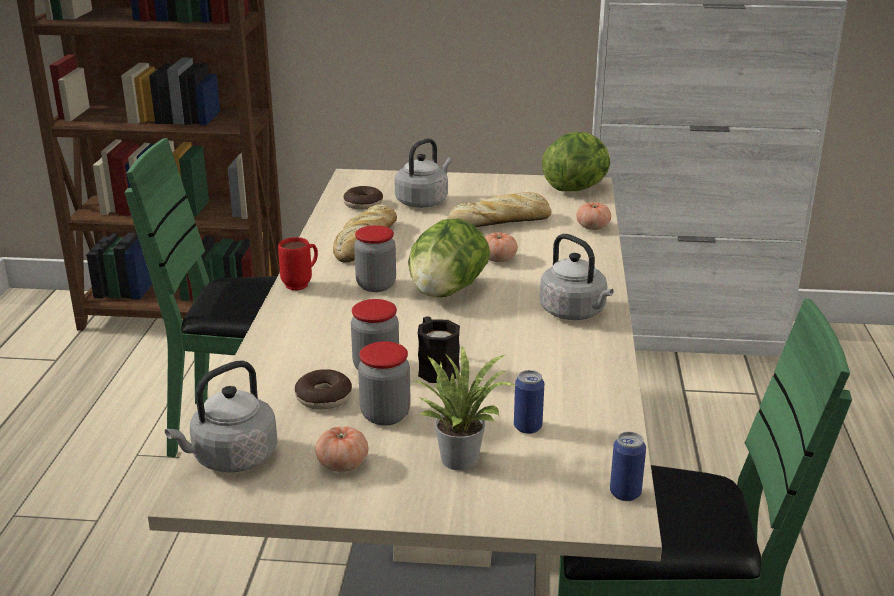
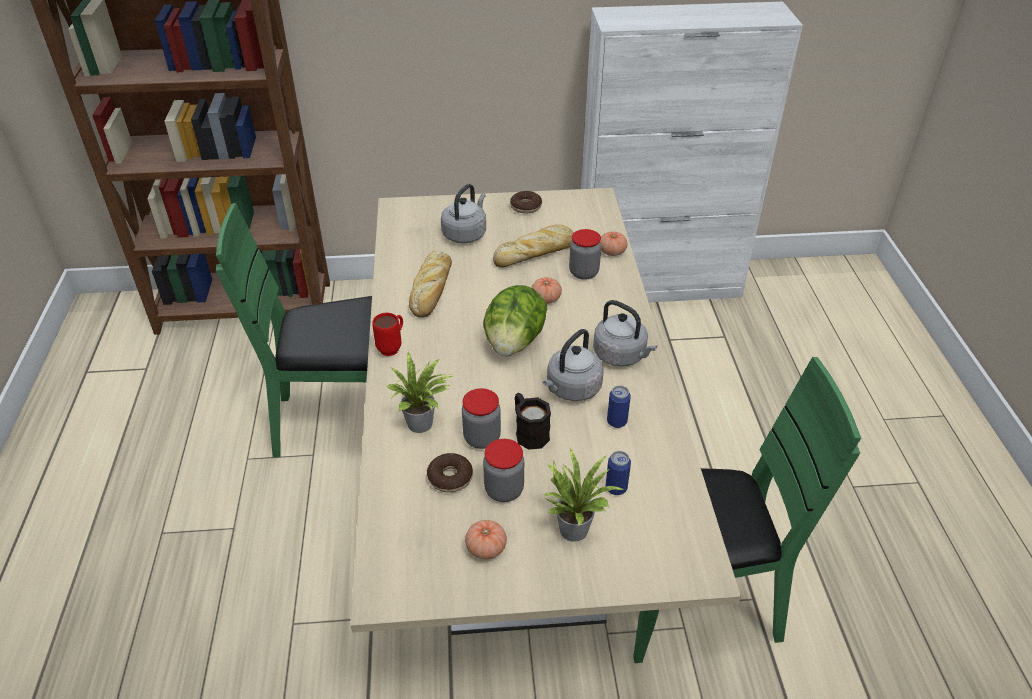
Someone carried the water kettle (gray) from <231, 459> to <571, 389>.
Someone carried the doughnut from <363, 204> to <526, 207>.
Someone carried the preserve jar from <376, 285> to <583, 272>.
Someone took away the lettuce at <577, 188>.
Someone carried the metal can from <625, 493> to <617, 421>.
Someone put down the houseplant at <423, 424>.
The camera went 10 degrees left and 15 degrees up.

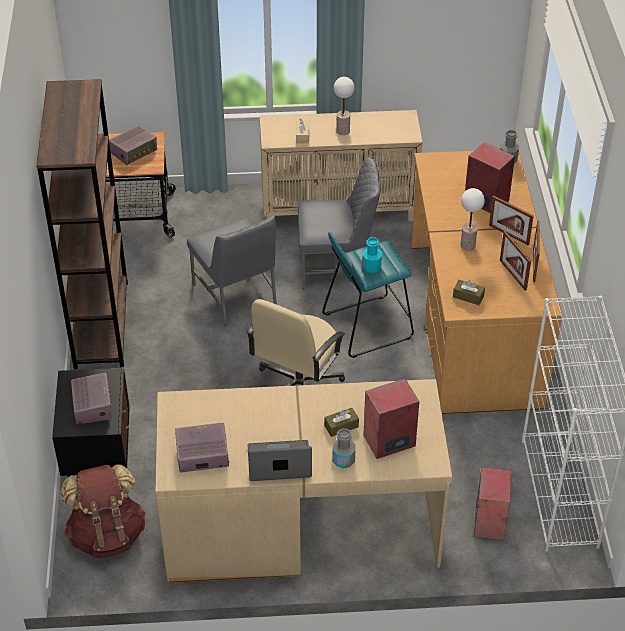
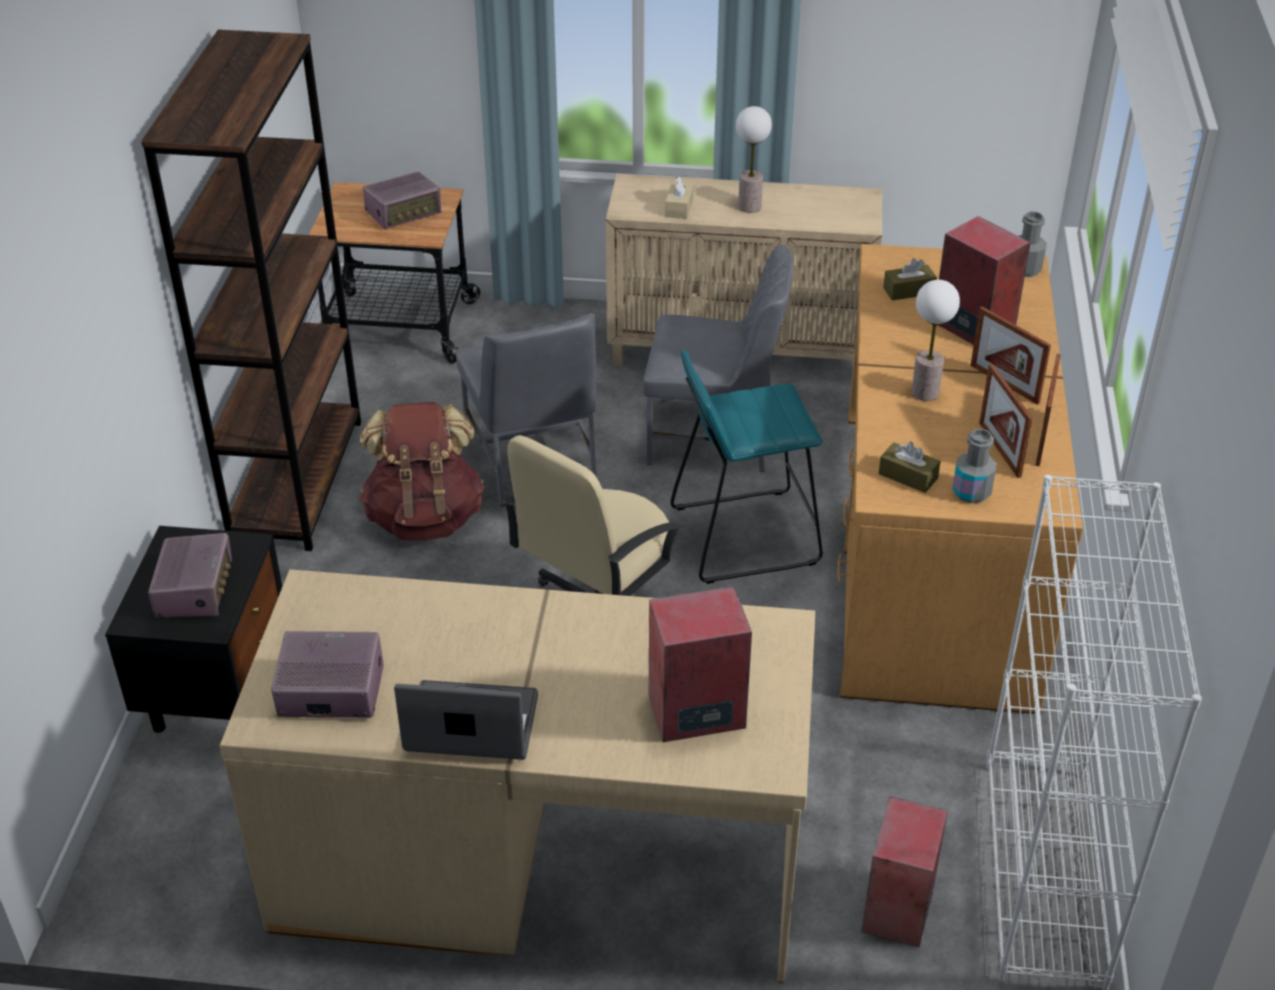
Someone carried the knapsack (brownish) from <107, 534> to <425, 517>.
Someone carried the box of tissues (brownish) from <341, 426> to <908, 291>.
Someone carried the beverage bottle (gray) from <343, 460> to <971, 492>.
Someone took away the beverage bottle (turquoise) at <371, 267>.
The camera went 10 degrees right and 5 degrees down.

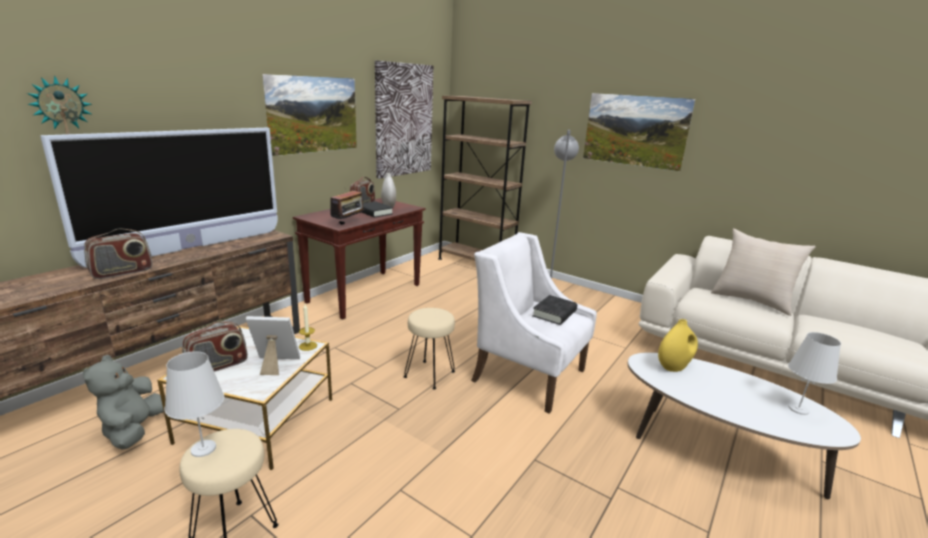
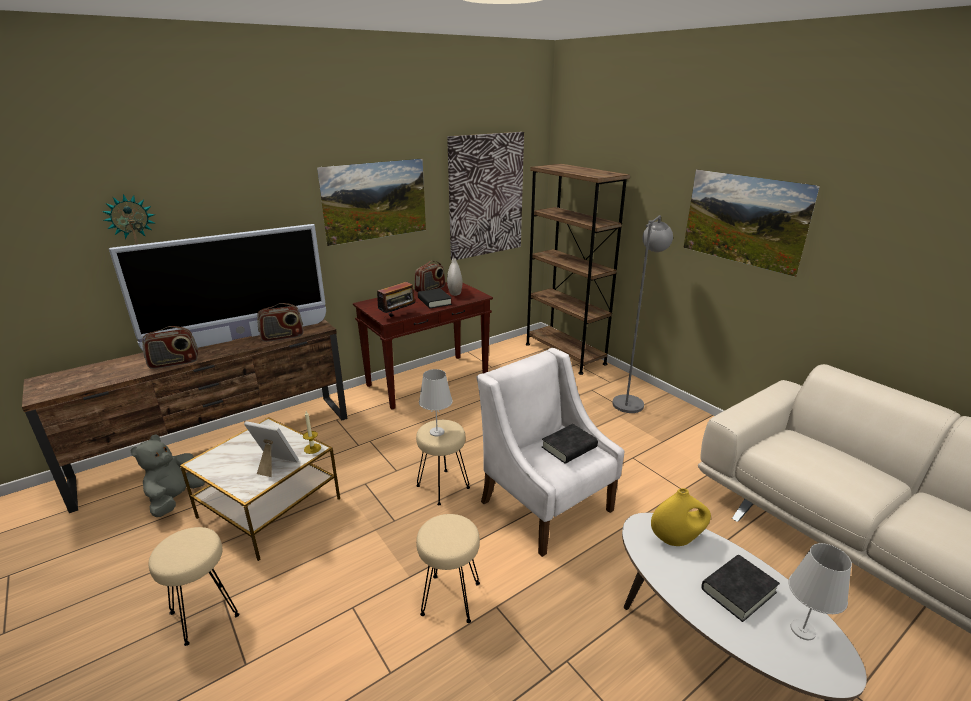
Someone carried the table lamp (white) from <203, 449> to <437, 432>.
Someone carried the radio receiver from <217, 366> to <282, 337>.
Someone took away the throw pillow (beige) at <751, 301>.
Someone put down the stool seat (beige) at <450, 598>.
Someone put down the volume (blackish) at <738, 591>.
The camera went 20 degrees right and 5 degrees up.

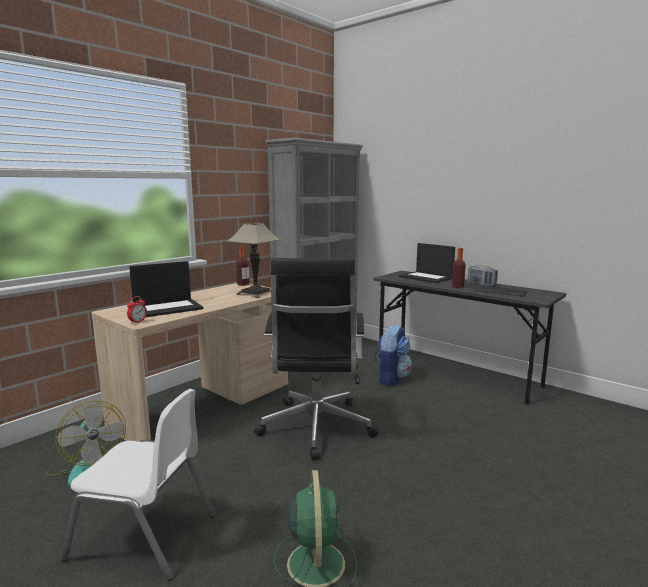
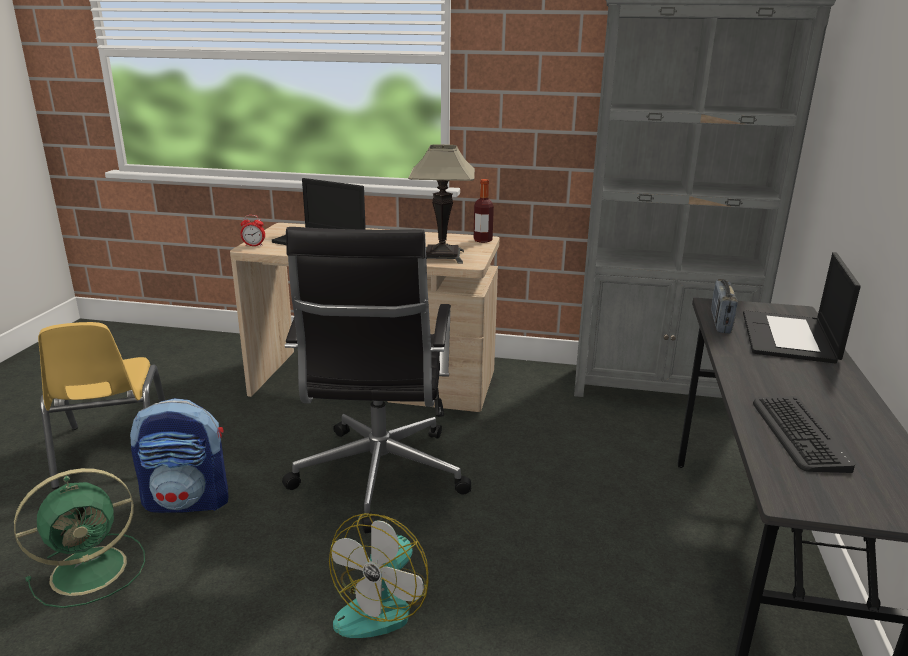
Someone carried the cooling fan from <86, 466> to <383, 604>.
Someone repainted the chair (white) at <144, 536>, which became the chair (yellow-coloured) at <113, 451>.
Someone rotated the computer chair (blackish) at <316, 429> by 60 degrees counterclockwise.
Someone carried the knapsack from <391, 378> to <189, 501>.
Someone took away the beverage bottle at <457, 287>.
Someone carried the radio receiver from <481, 284> to <720, 322>.
The camera went 60 degrees right and 10 degrees up.

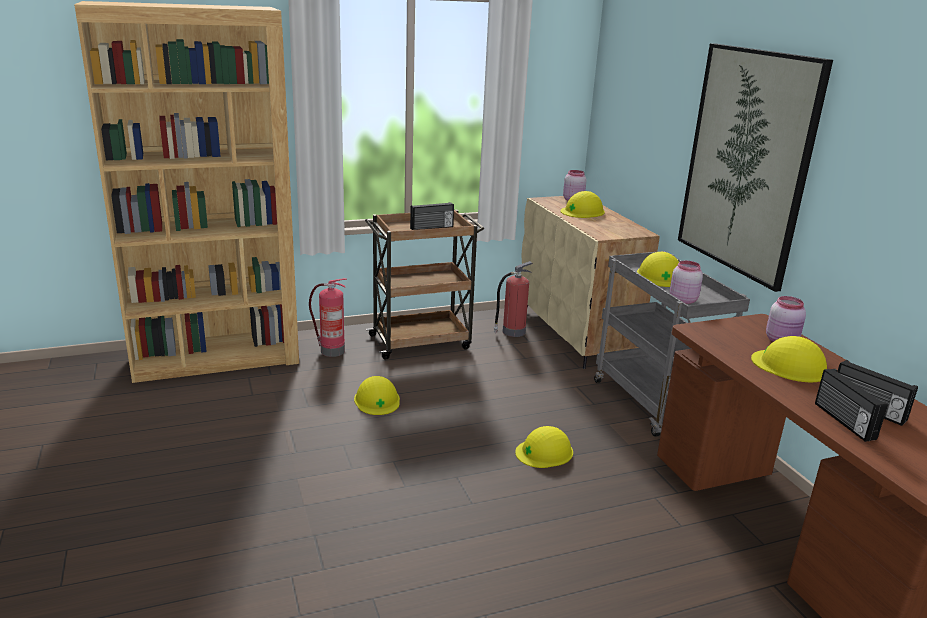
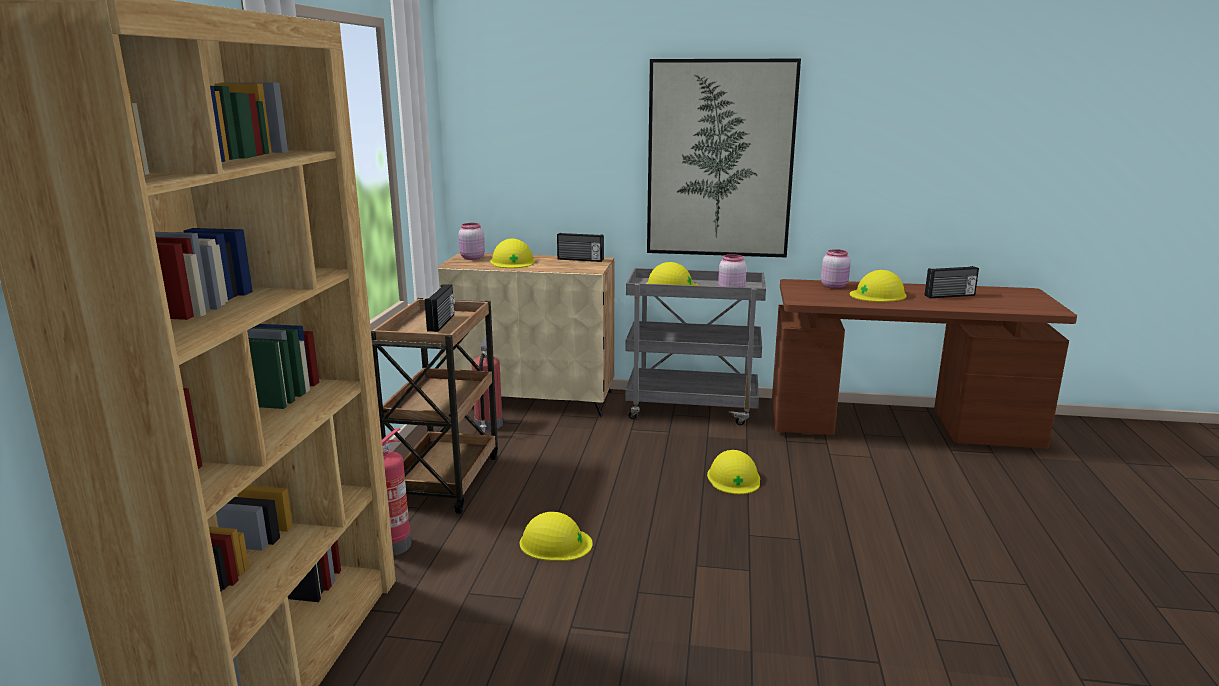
Someone carried the radio receiver from <843, 421> to <580, 260>.
The camera went 60 degrees left and 5 degrees down.

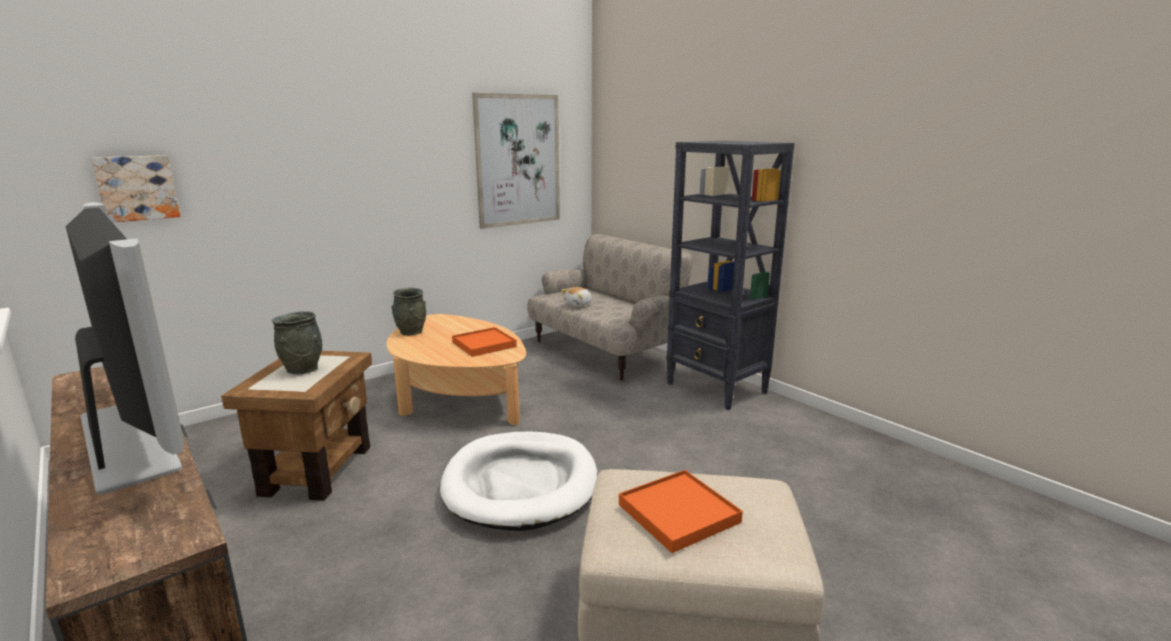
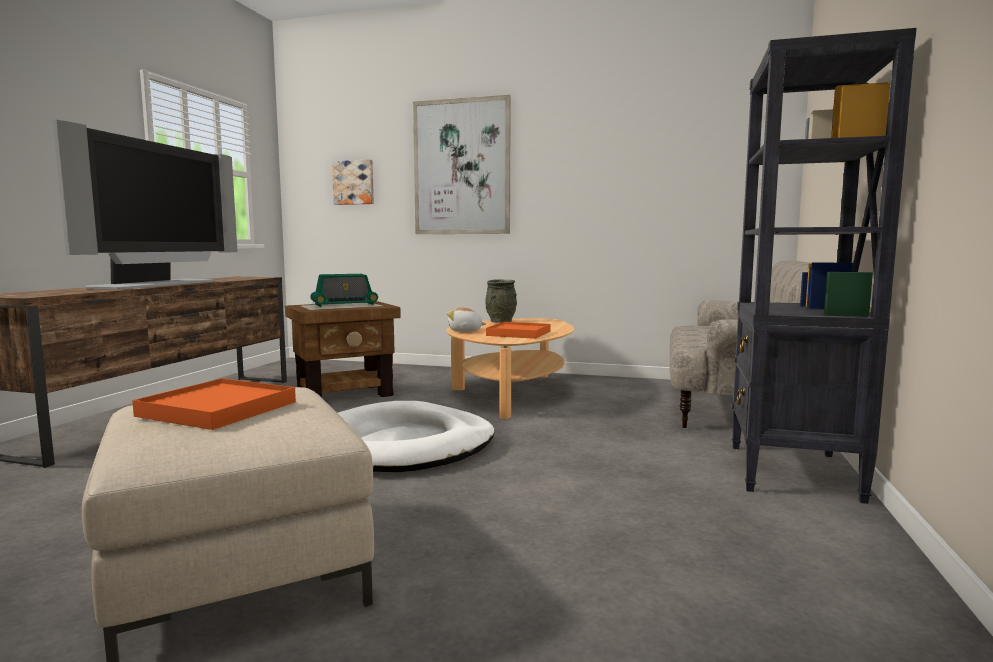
Someone swapped the decorative vase (gray) at <303, 369> for the radio receiver at <344, 304>.
Someone carried the picture from <518, 160> to <462, 167>.
Someone carried the cuddly toy from <579, 304> to <465, 331>.
The camera went 55 degrees right and 10 degrees down.

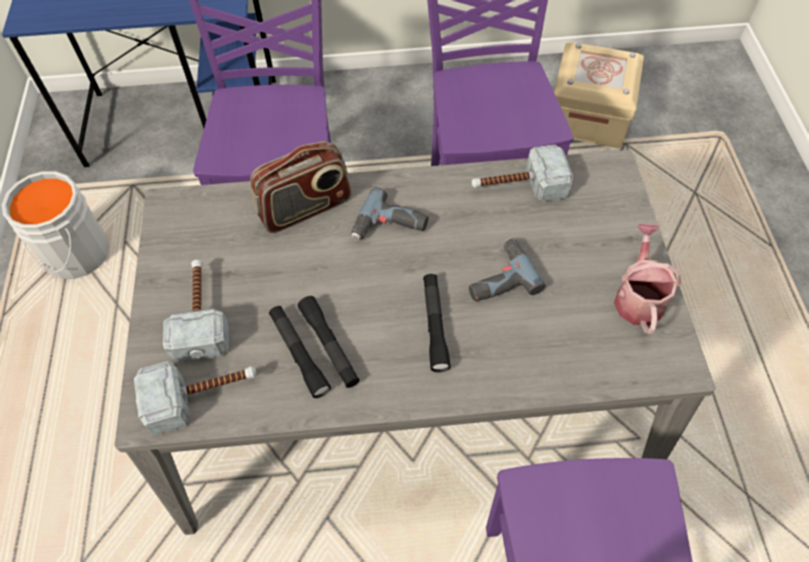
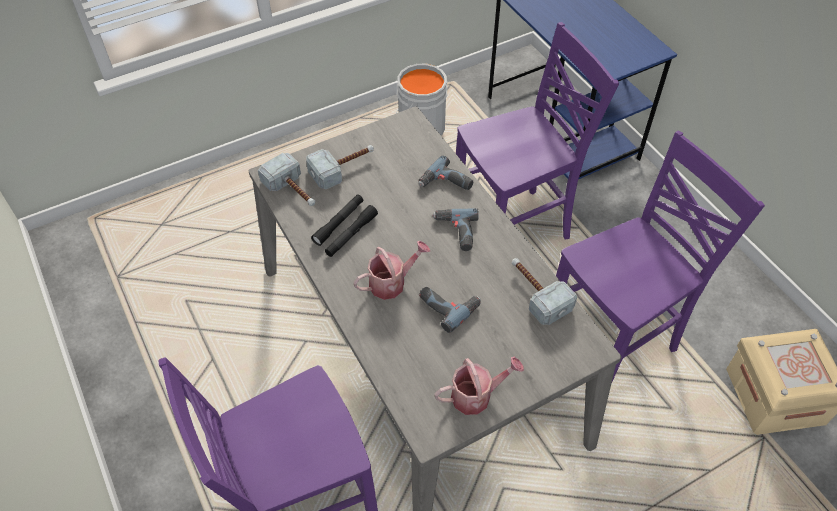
Someone swapped the radio receiver at <305, 208> for the drill at <446, 184>.
Someone swapped the torch (blackish) at <435, 325> for the sprinkling can at <392, 282>.
The camera went 65 degrees right and 5 degrees down.

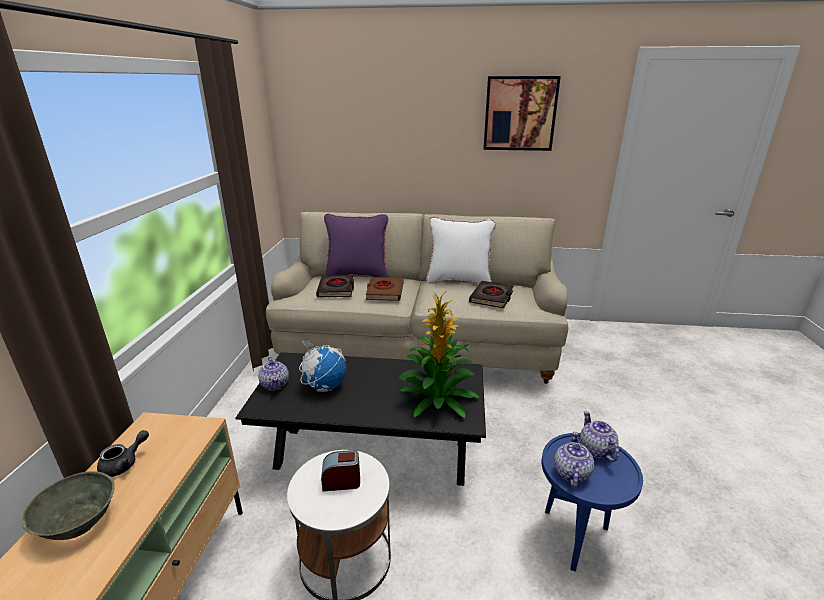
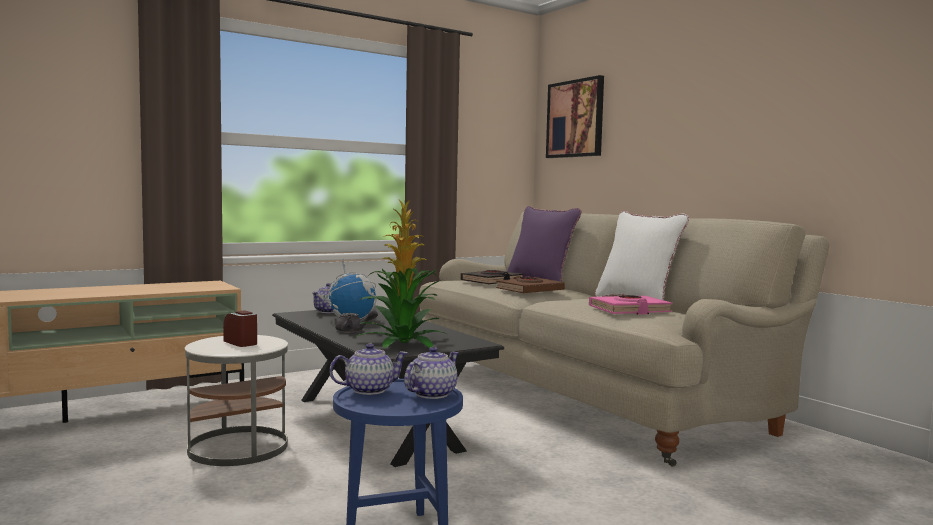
Someone took away the bowl (gray) at <77, 522>.
Someone carried the tea pot (gray) from <124, 464> to <353, 331>.
Someone repainted the volume (blackish) at <492, 297>, which became the volume (pinkish) at <629, 310>.
Someone carried the picture from <520, 114> to <575, 119>.
The camera went 50 degrees right and 20 degrees down.

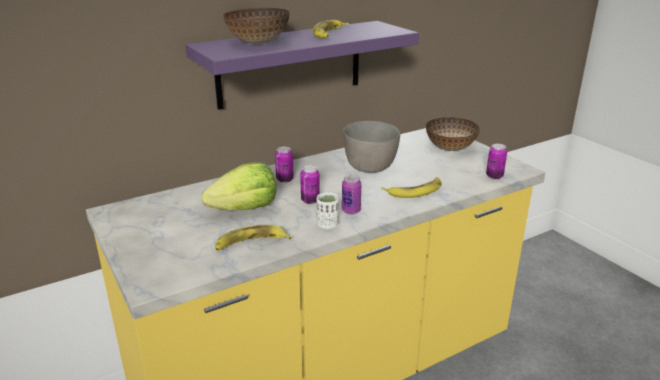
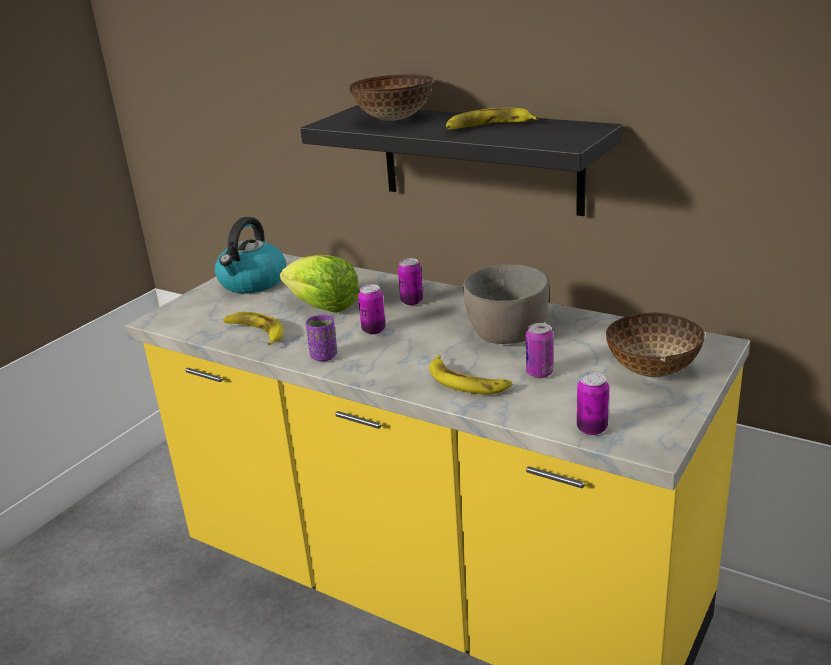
Someone repainted the shelf (purple-coloured) at <290, 64>, which became the shelf (blackish) at <480, 158>.
Someone repainted the small cup (white) at <327, 225>, which became the small cup (purple-coloured) at <324, 356>.
Someone carried the metal can from <351, 211> to <539, 373>.
Someone put down the water kettle at <252, 283>.
The camera went 65 degrees right and 0 degrees up.

